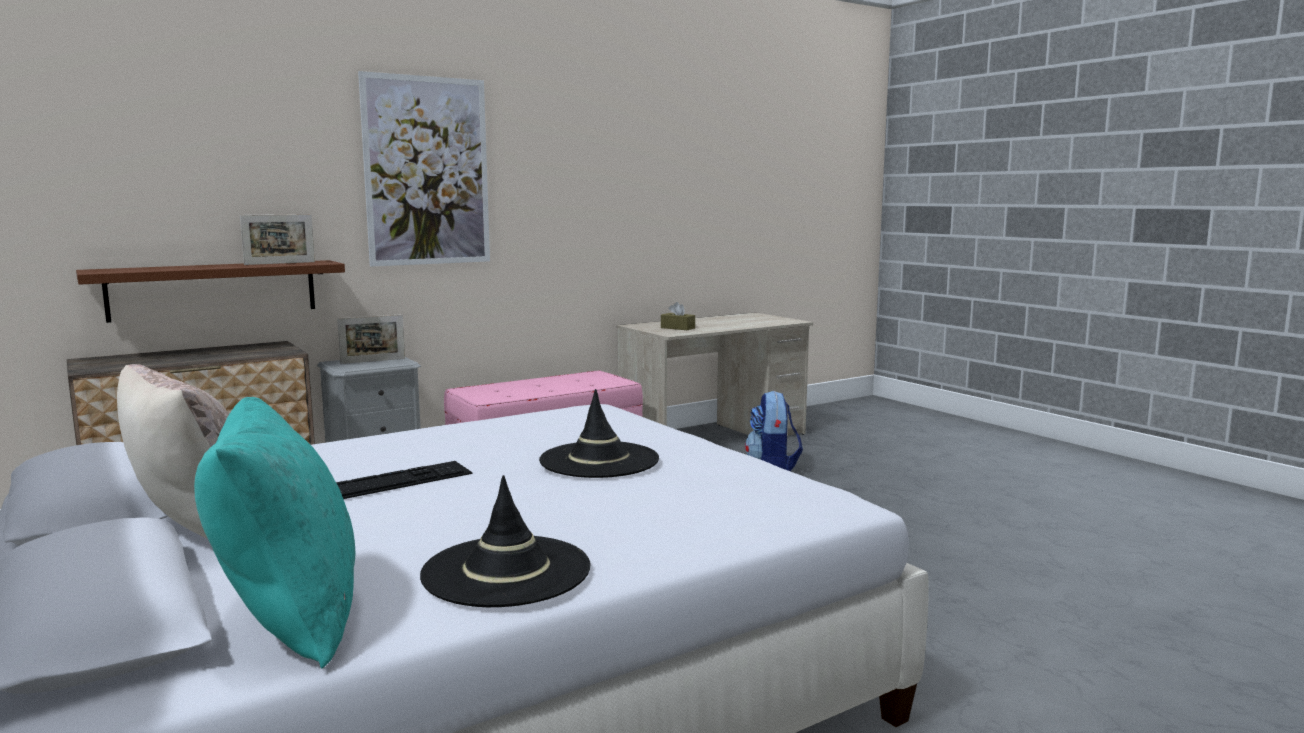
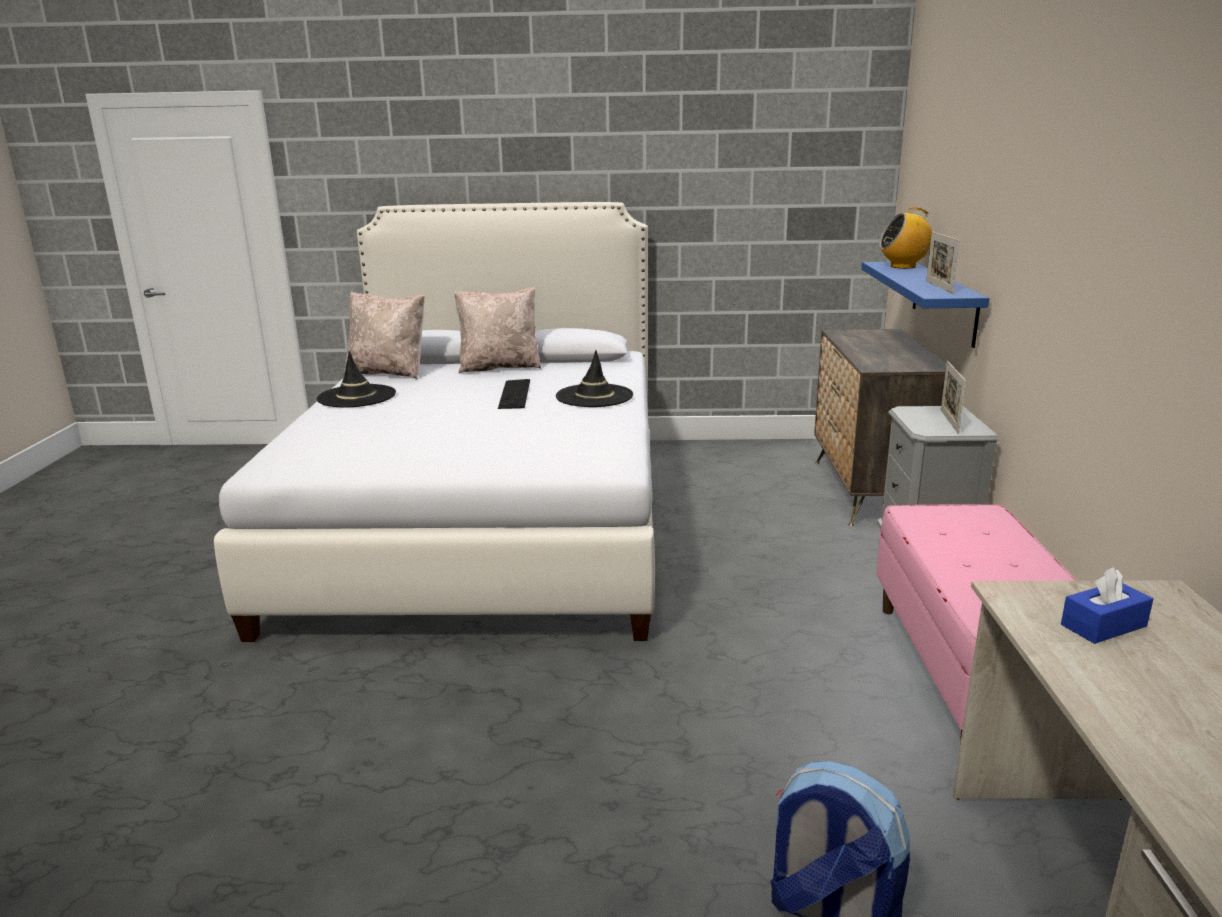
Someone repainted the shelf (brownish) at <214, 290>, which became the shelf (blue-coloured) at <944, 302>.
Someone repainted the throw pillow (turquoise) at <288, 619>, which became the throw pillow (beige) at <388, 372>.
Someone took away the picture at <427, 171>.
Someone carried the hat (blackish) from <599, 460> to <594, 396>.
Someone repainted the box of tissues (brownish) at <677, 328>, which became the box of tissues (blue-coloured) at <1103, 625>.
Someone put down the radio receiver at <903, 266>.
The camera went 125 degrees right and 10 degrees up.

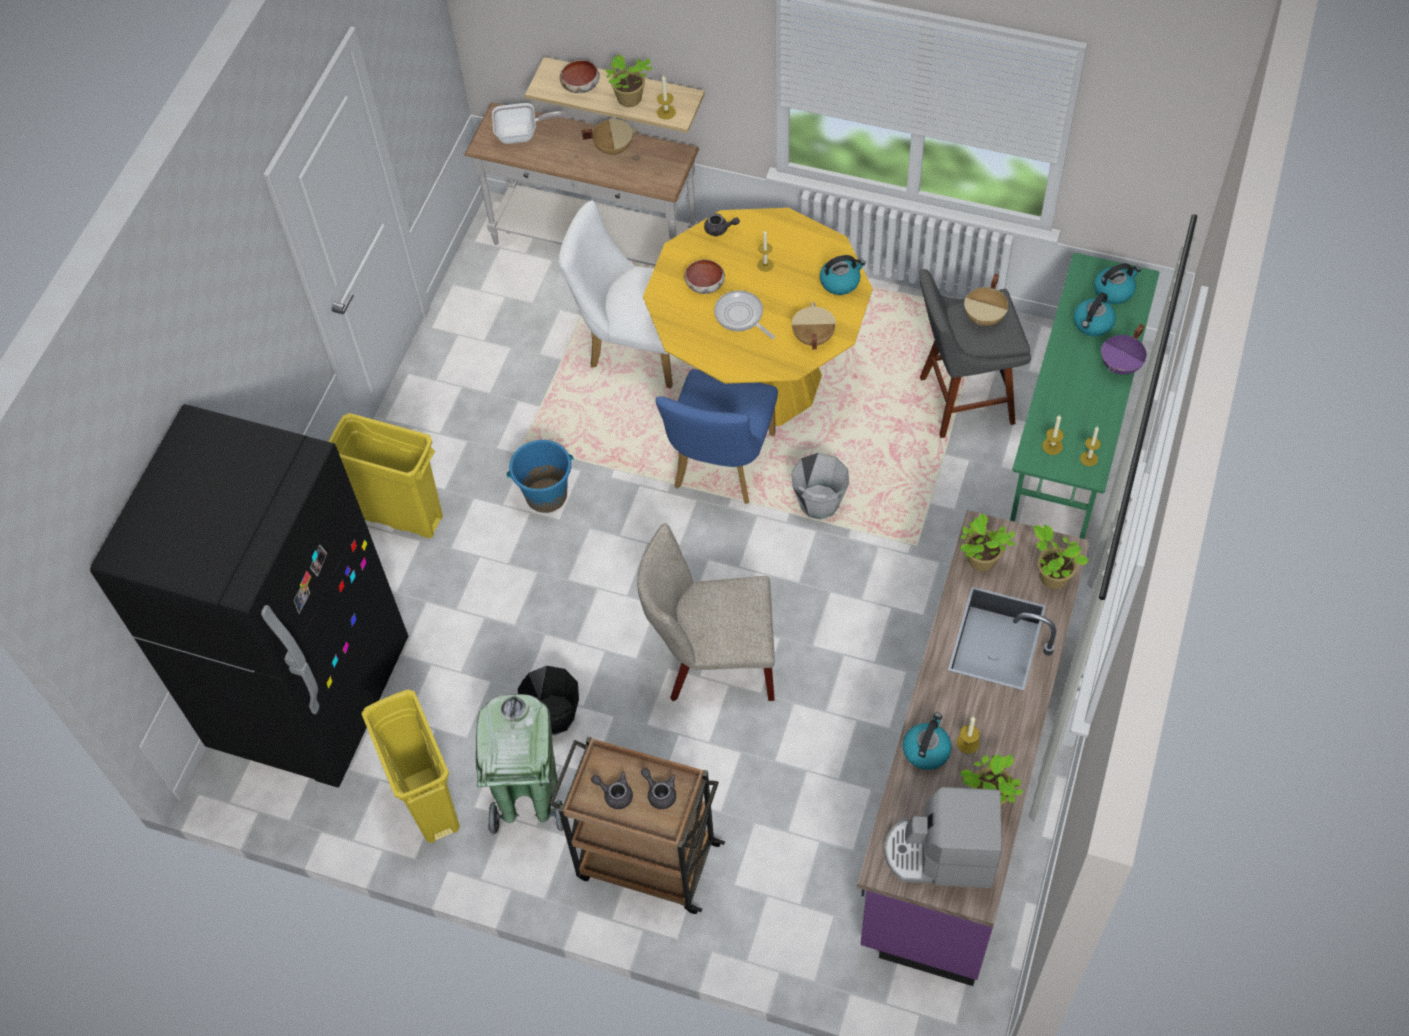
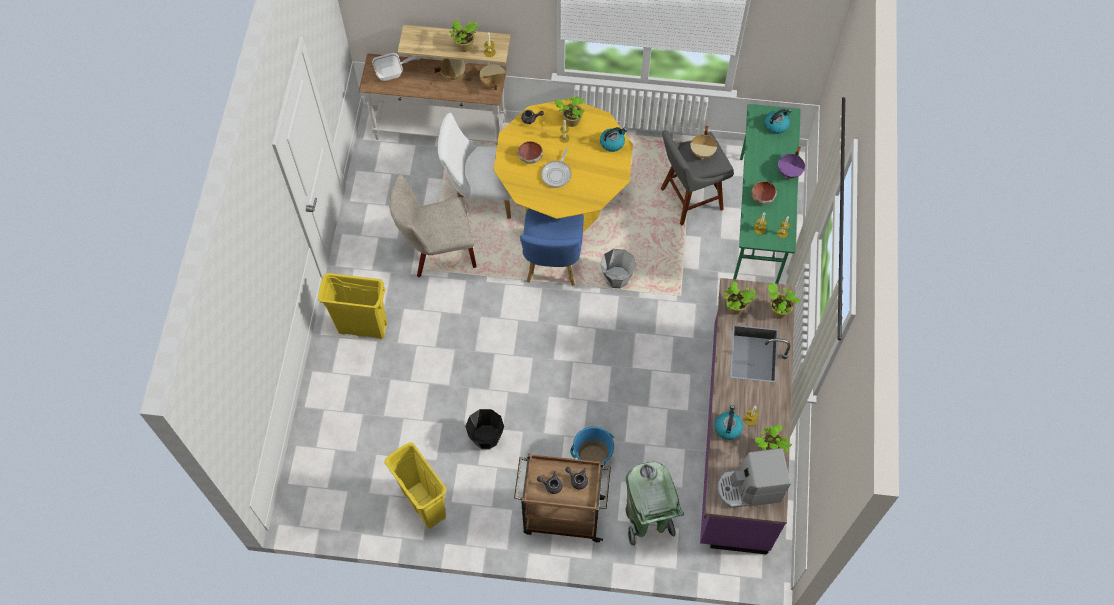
Someone took away the kitchen fridge (blackish) at <311, 695>.
Someone carried the waste bin (green-coloured) from <528, 799> to <646, 519>.
Someone carried the water bucket (blue-coloured) from <546, 495> to <592, 458>.
Someone carried the bowl from <581, 85> to <762, 196>.
Someone carried the chair (beige) from <712, 661> to <437, 251>.
Someone rotated the frying pan at <741, 316> by 105 degrees counterclockwise.
Someone carried the saucepot (beige) from <812, 337> to <492, 83>.
Someone took away the water kettle at <1092, 324>.
Someone put down the houseplant at <570, 121>.
The camera went 15 degrees left and 5 degrees up.

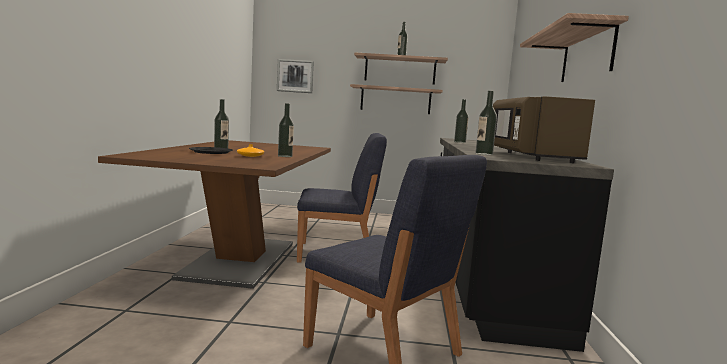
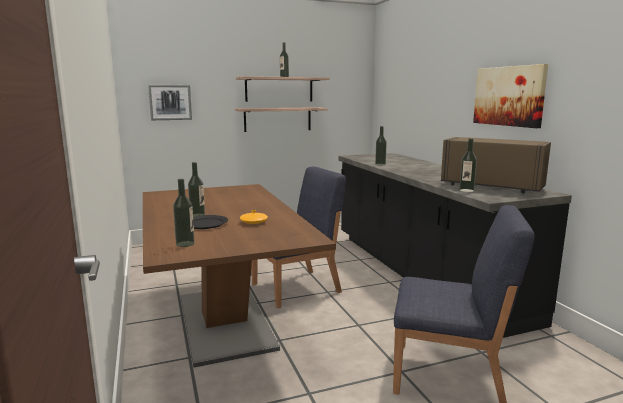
Someone carried the beverage bottle from <285, 156> to <185, 244>.
Someone rotated the microwave (brownish) at <531, 156> by 150 degrees clockwise.
Someone swapped the shelf at <587, 55> for the picture at <509, 96>.
The camera went 25 degrees left and 5 degrees up.

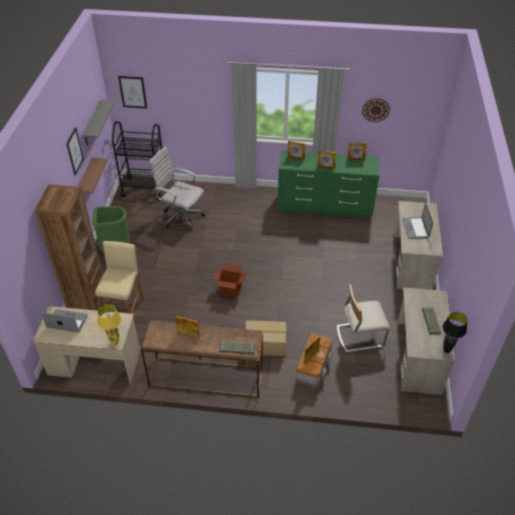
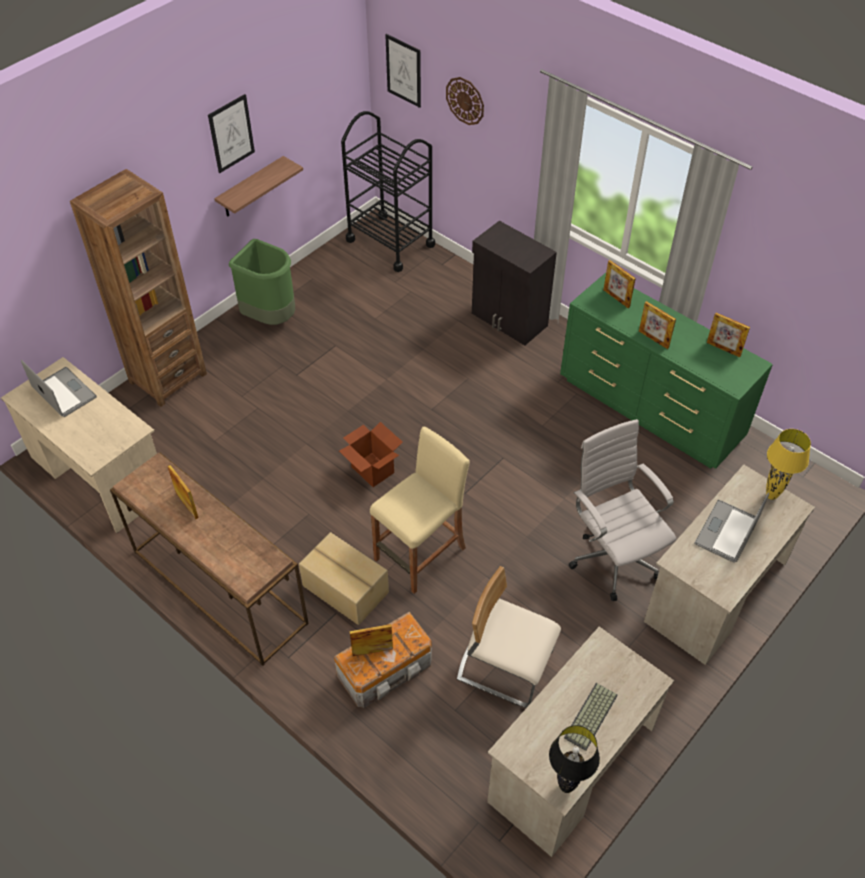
Someone took away the shelf (gray) at <92, 123>.
Someone carried the stool seat (beige) from <125, 310> to <420, 554>.
Someone carried the table lamp (yellow-coloured) from <115, 343> to <771, 496>.
Someone carried the computer chair (white) from <181, 217> to <612, 557>.
Someone took away the keyboard at <236, 348>.
Someone carried the clock on the wall from <375, 110> to <465, 100>.
Someone put down the cupboard (blackish) at <509, 320>.
The camera went 35 degrees right and 5 degrees up.

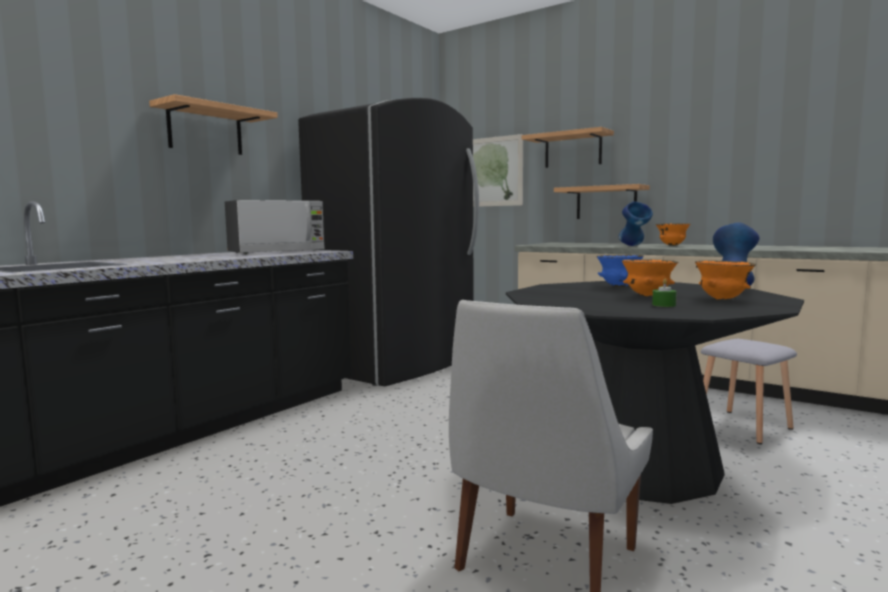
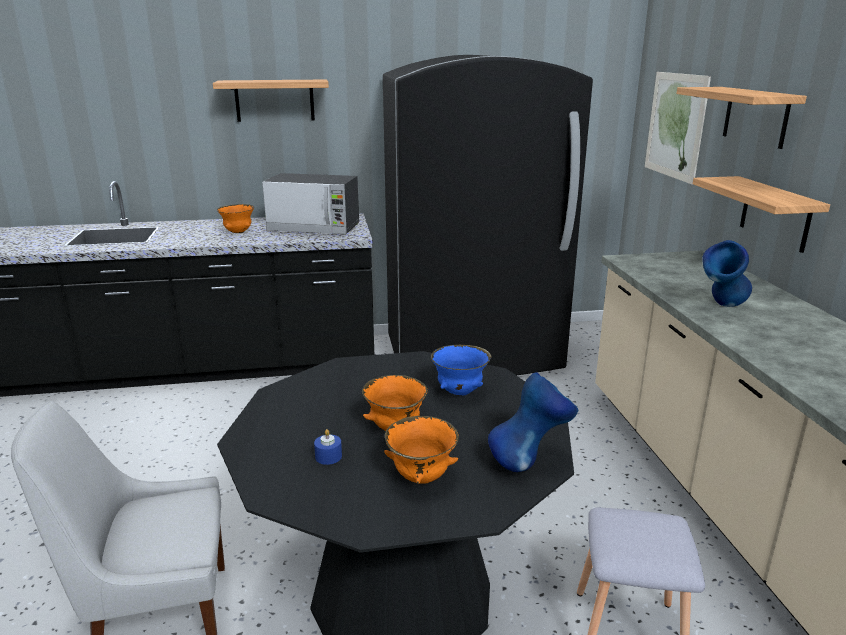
Someone repainted the wax light (green-coloured) at <664, 305>, which became the wax light (blue-coloured) at <328, 456>.
Someone carried the bowl (orange-coloured) from <672, 245> to <238, 232>.
The camera went 45 degrees right and 15 degrees up.

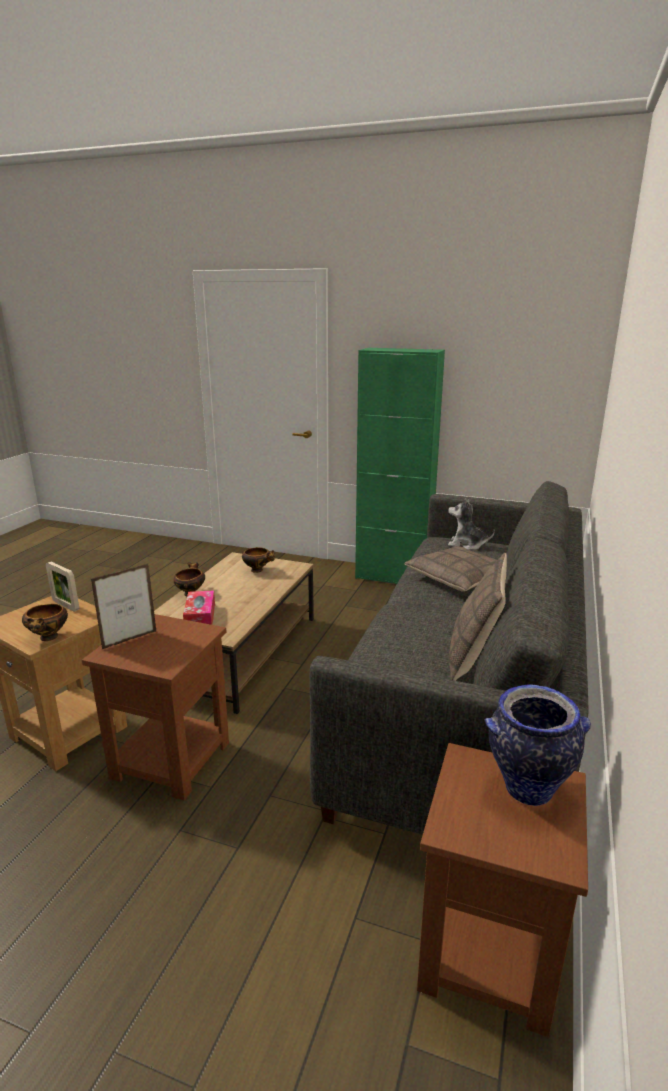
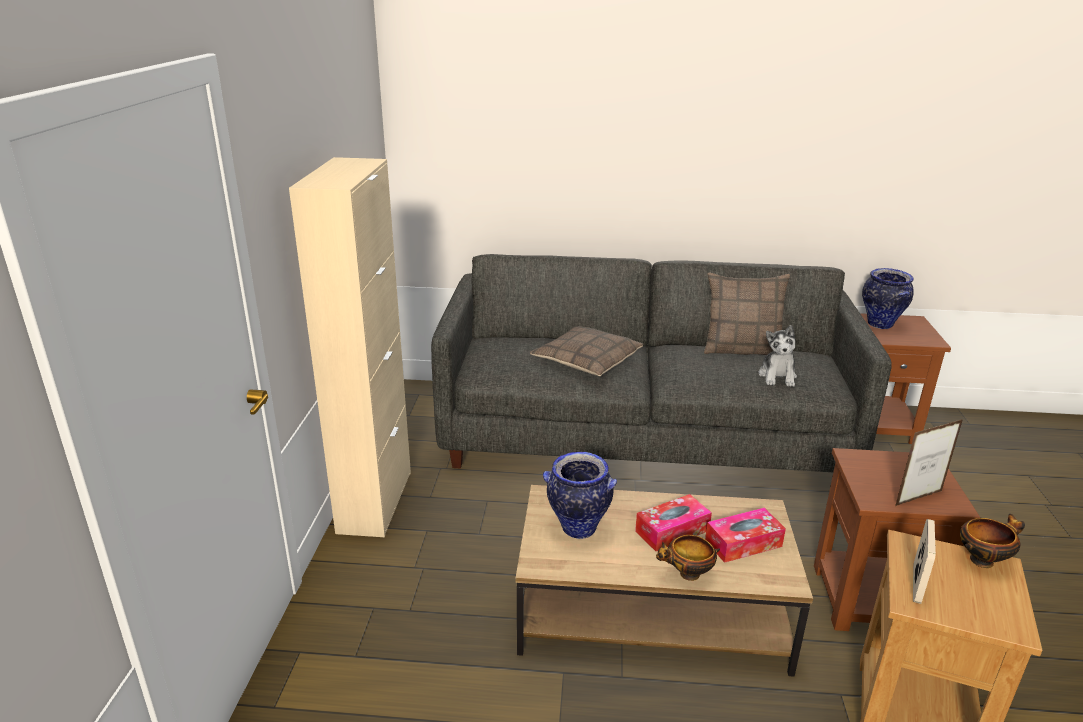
Someone rotated the picture frame at <129, 640> by 60 degrees counterclockwise.
Someone swapped the bowl at <258, 570> for the decorative vase at <577, 529>.
Someone repainted the cupboard (green-coloured) at <393, 577>, which became the cupboard (beige) at <375, 501>.
Someone carried the cuddly toy from <467, 544> to <777, 376>.
Someone put down the box of tissues at <672, 531>.
The camera went 105 degrees left and 5 degrees up.

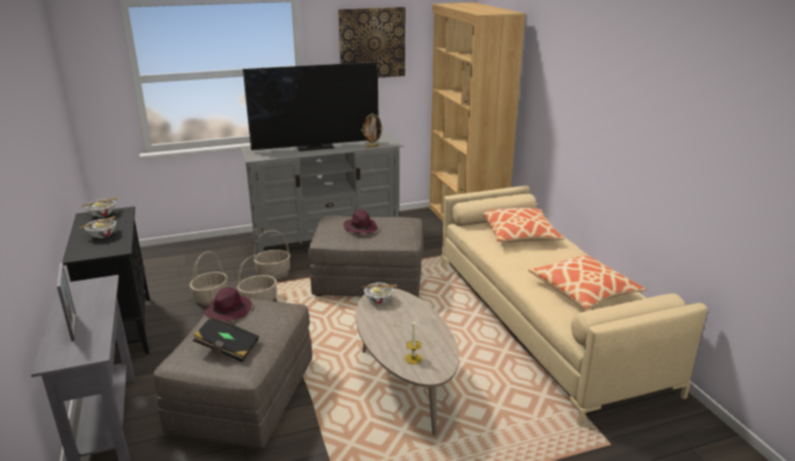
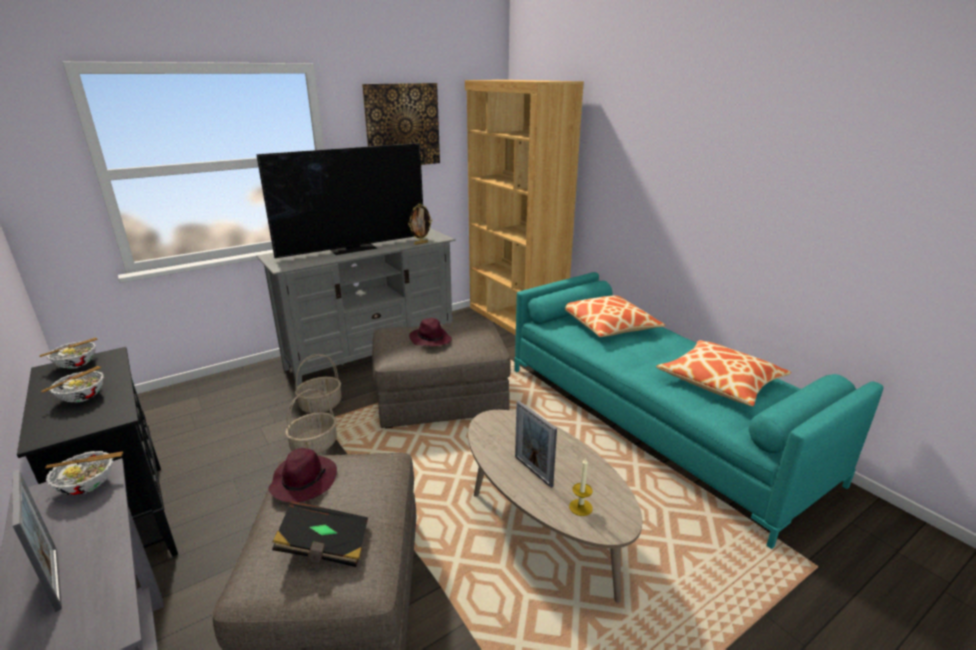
Someone took away the basket at <211, 297>.
Someone carried the bowl from <379, 300> to <87, 485>.
Someone repainted the settee (beige) at <543, 321>, which became the settee (turquoise) at <654, 420>.
Someone put down the picture frame at <533, 471>.
The camera went 15 degrees left and 0 degrees up.

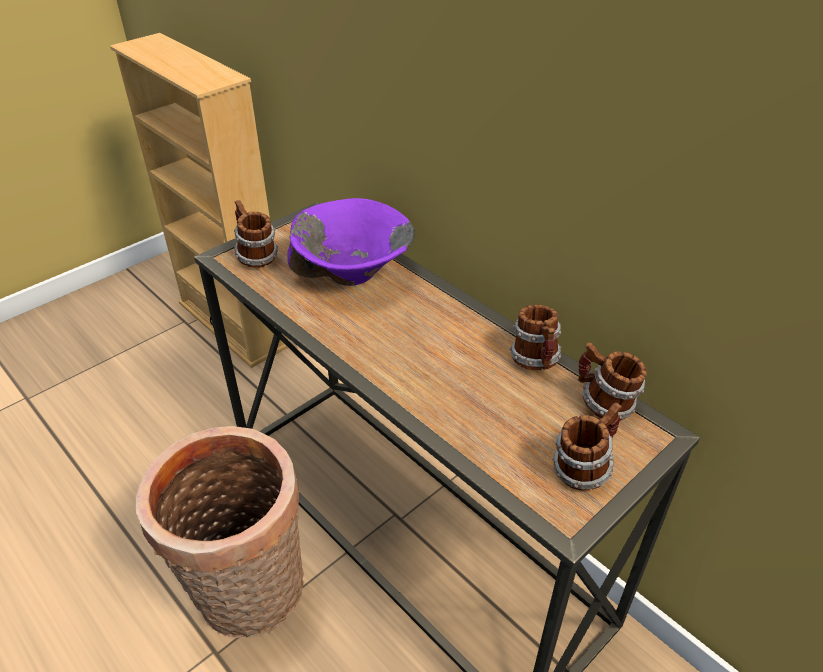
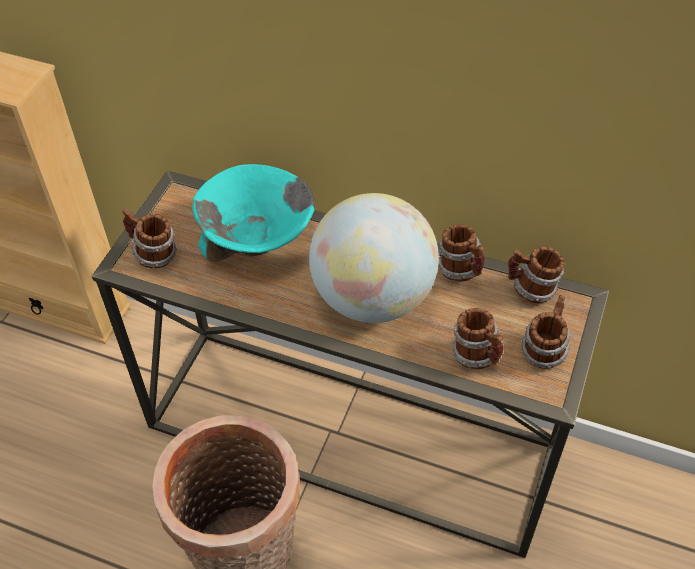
Someone repainted the bowl (purple-coloured) at <353, 274>, which became the bowl (turquoise) at <257, 240>.
Someone put down the desk globe at <373, 298>.
Someone put down the tea mug at <477, 356>.
The camera went 25 degrees left and 10 degrees up.

